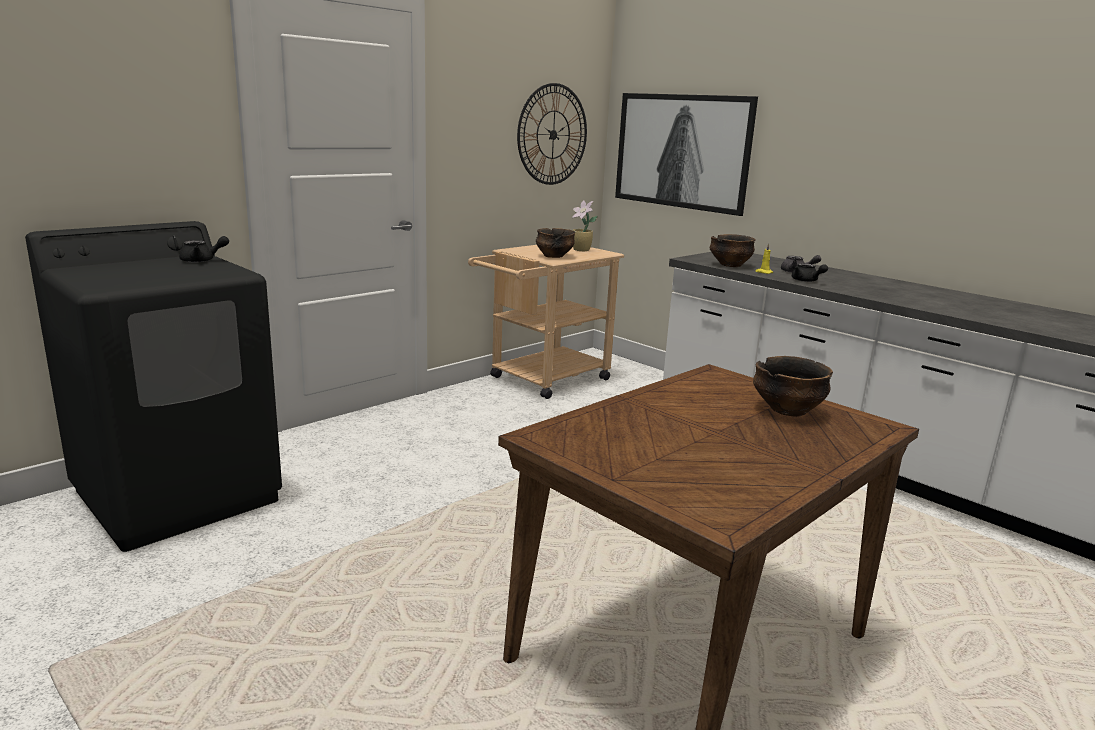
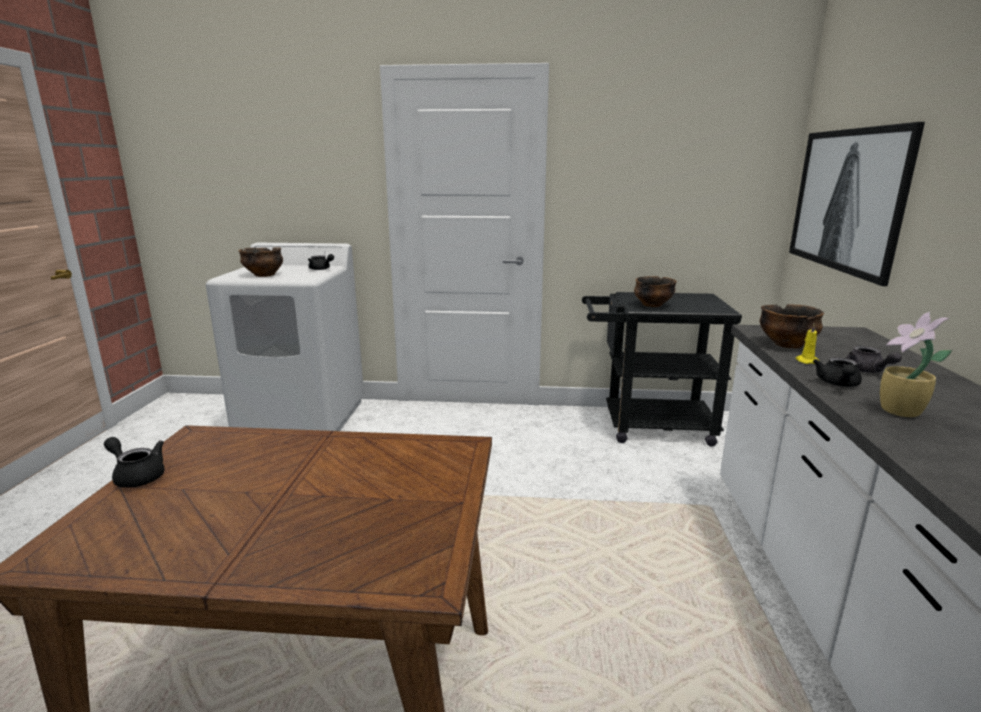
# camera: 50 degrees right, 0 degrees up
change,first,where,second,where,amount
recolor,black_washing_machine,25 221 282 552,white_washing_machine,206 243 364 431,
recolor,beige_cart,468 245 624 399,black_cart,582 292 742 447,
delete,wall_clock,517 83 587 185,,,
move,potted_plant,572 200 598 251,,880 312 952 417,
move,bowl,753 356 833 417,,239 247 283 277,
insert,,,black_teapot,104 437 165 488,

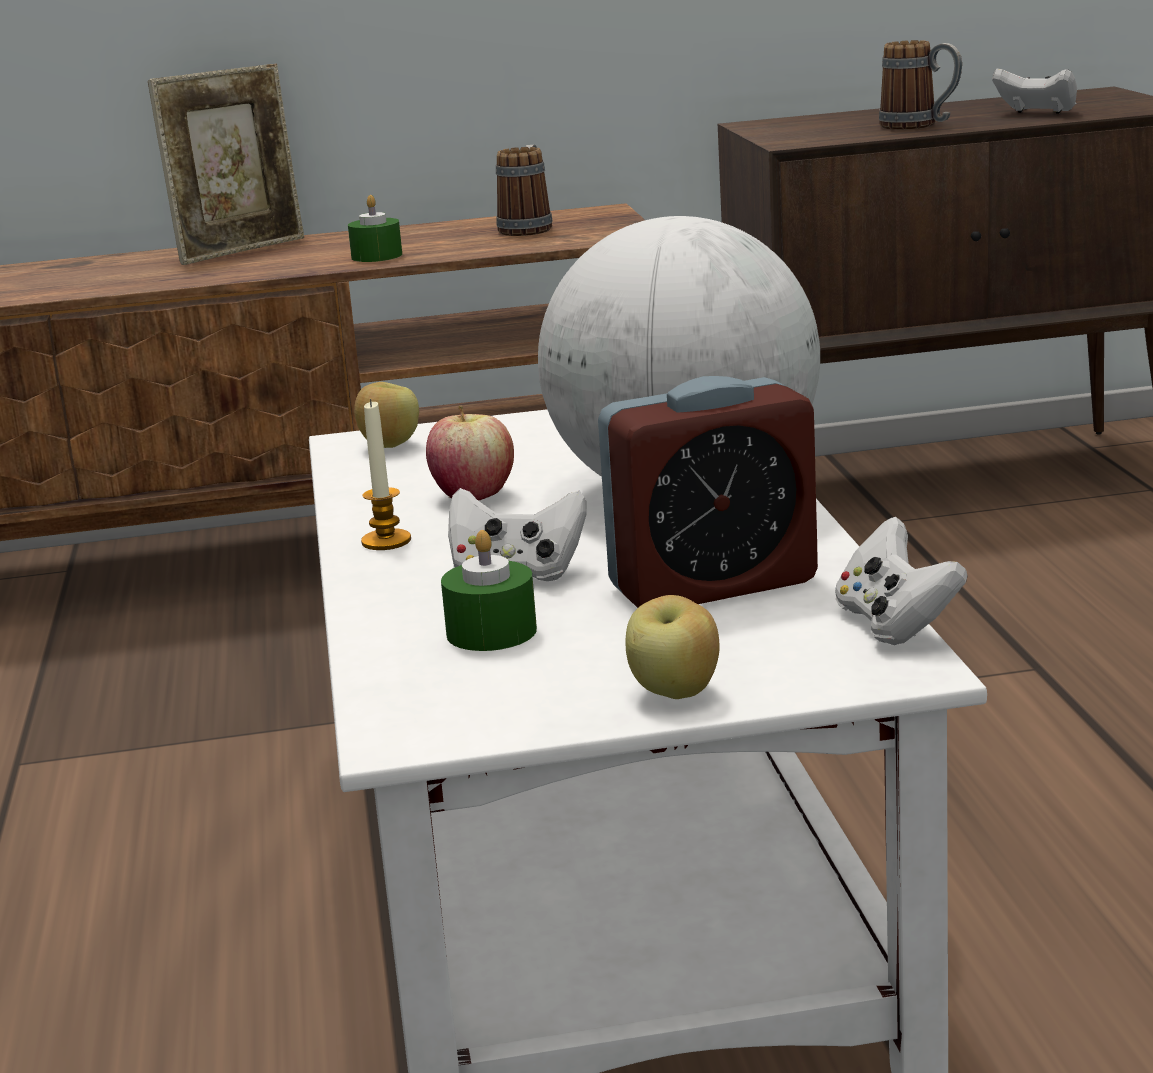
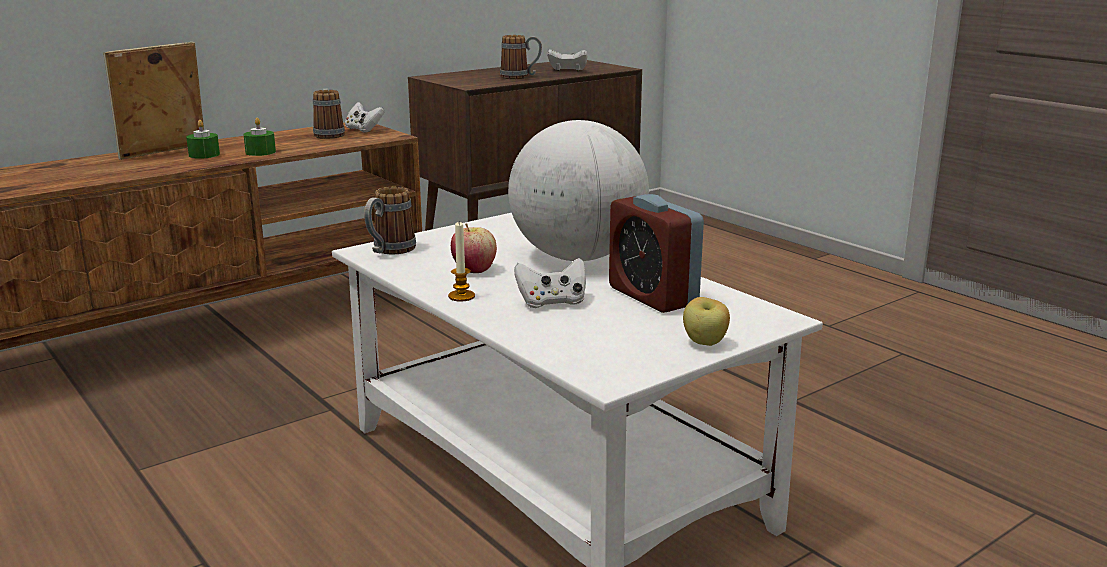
# camera: 30 degrees left, 0 degrees up
change,first,where,second,where,amount
rotate,picture_frame,148 64 304 265,,103 42 204 160,150 degrees counterclockwise
replace,apple,354 382 419 448,mug,364 186 416 254,
move,green_candle,441 530 537 651,,186 120 220 159,
rotate,alarm_clock,598 376 818 608,,609 194 704 313,105 degrees clockwise
move,white_game_controller,835 517 968 645,,345 102 384 133,

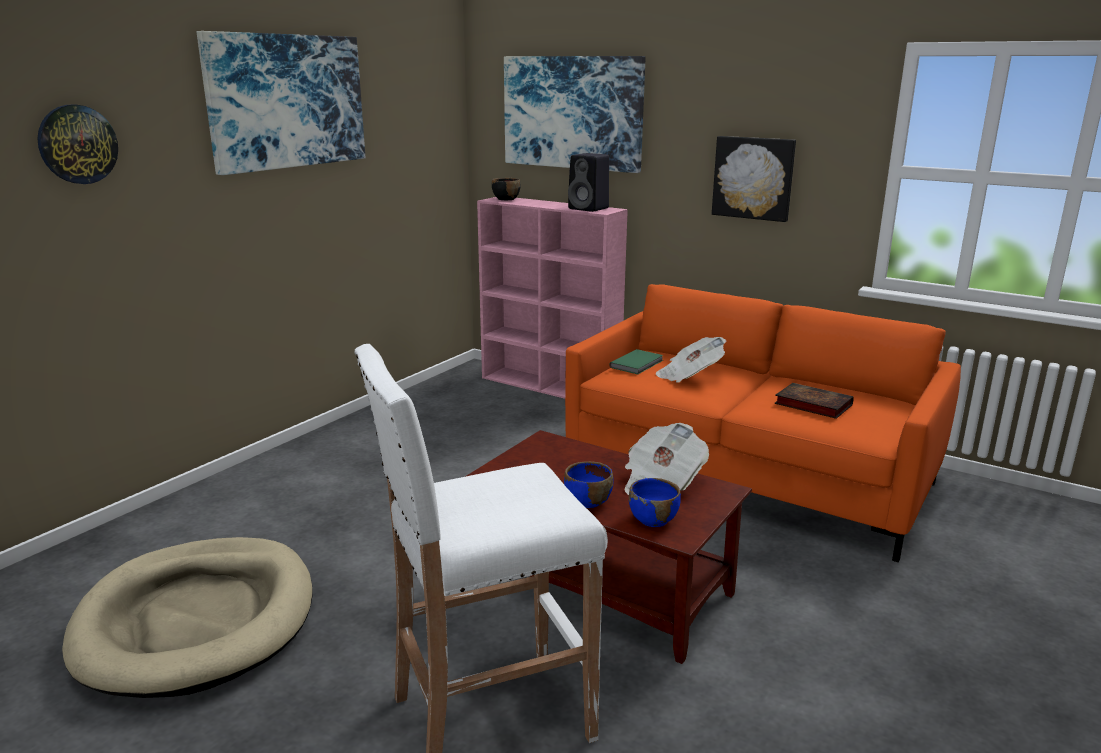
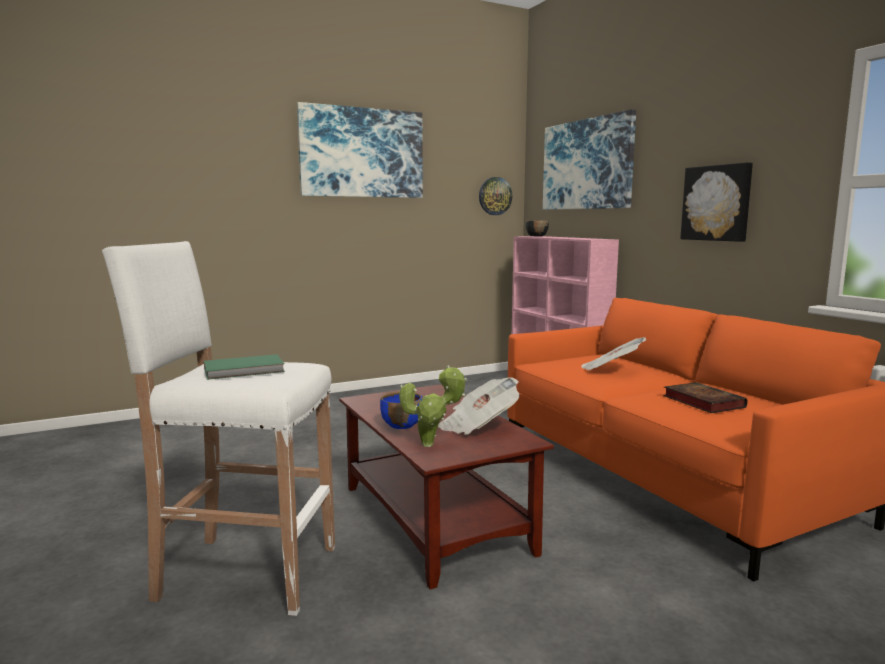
# camera: 30 degrees right, 10 degrees down
change,first,where,second,where,amount
move,wall_clock,38 105 118 184,,479 177 512 215,
delete,beige_dog_bed,62 537 313 698,,,
delete,black_speaker,568 153 609 212,,,
move,green_book,609 349 663 374,,204 354 285 380,
replace,blue_bowl,629 478 681 527,potted_plant,399 365 468 447,

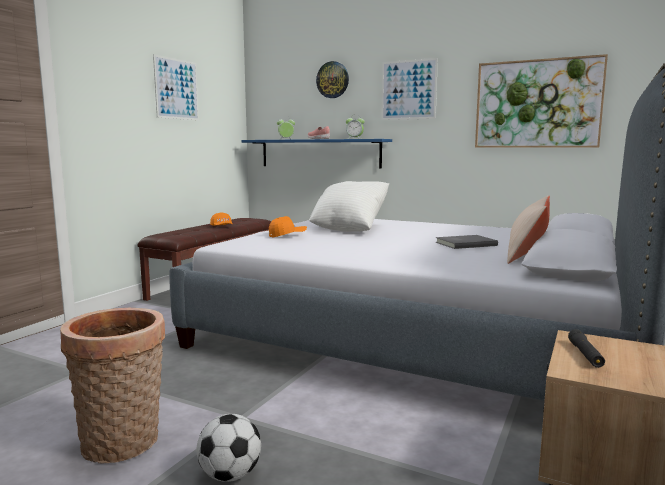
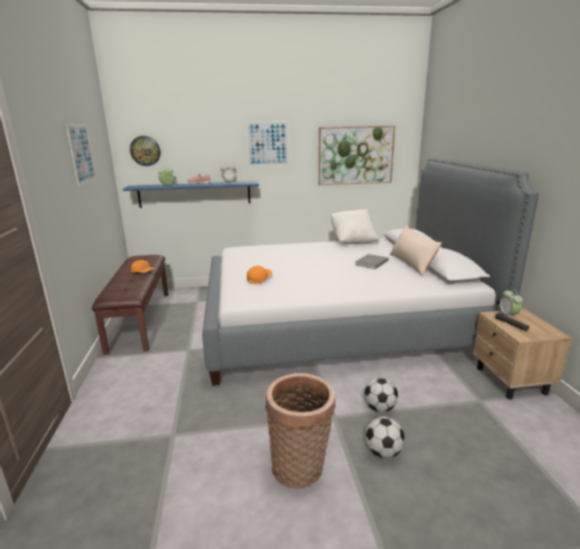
# camera: 35 degrees left, 10 degrees up
change,first,where,second,where,amount
move,white_pillow,309 181 390 232,,331 209 380 244,
move,wall_clock,316 61 349 98,,130 136 161 166,
insert,,,football,364 377 398 412,
insert,,,alarm_clock,500 289 523 317,

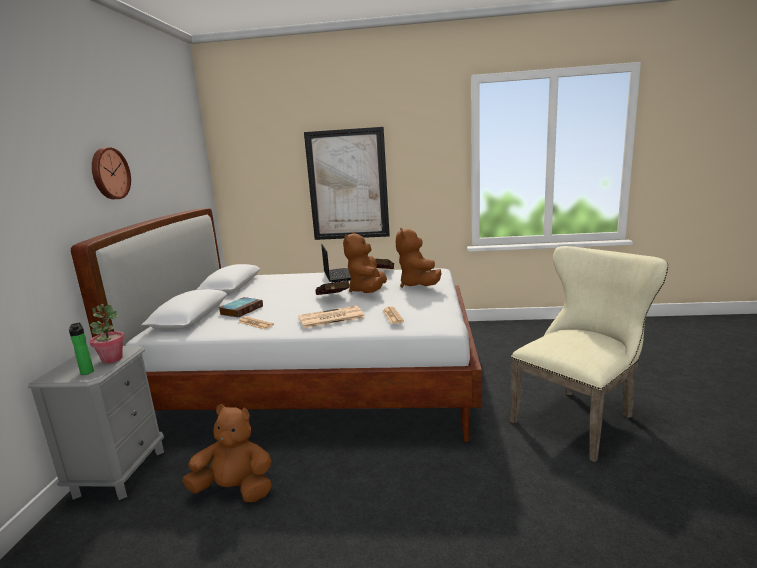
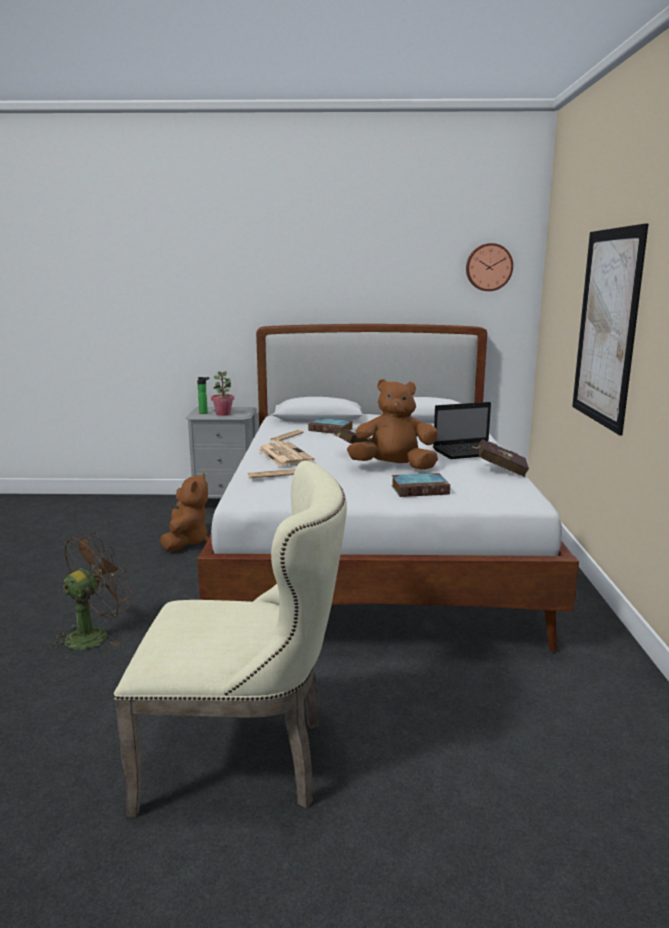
# camera: 85 degrees right, 0 degrees up
change,first,where,second,where,amount
move,wall_clock,92 147 131 199,,466 243 513 291,
replace,brown_plush_toy,396 228 442 288,book,391 473 450 497,
rotate,beige_chair,510 246 668 462,,114 461 347 817,45 degrees counterclockwise
insert,,,brown_fan,50 533 132 650,

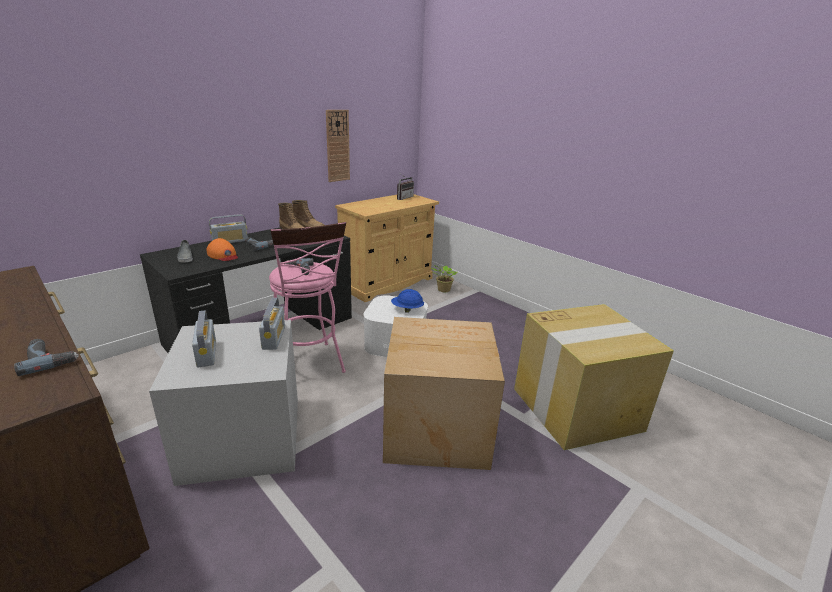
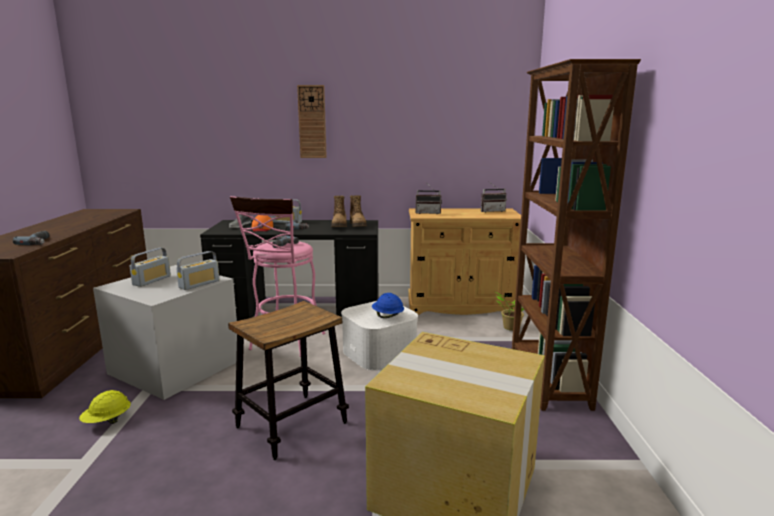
# camera: 45 degrees right, 10 degrees down
change,first,where,second,where,amount
move,wall_clock,326 110 350 182,,297 85 327 158,
replace,cardboard_box,383 317 505 470,stool,228 301 349 460,
insert,,,yellow_hard_hat,79 390 131 424,
insert,,,radio,415 185 442 214,
insert,,,brown_bookcase,512 59 641 411,

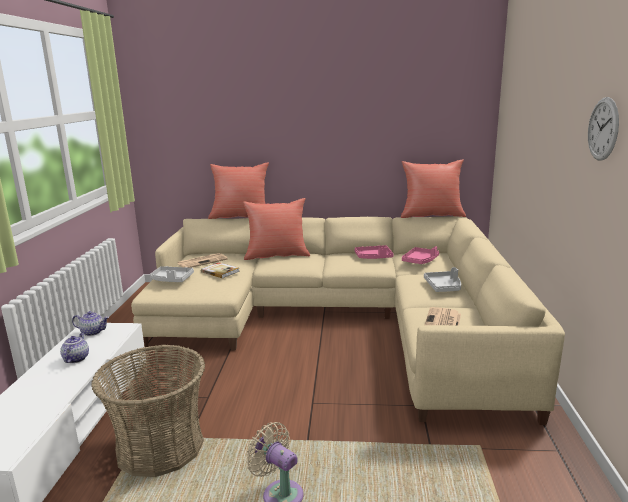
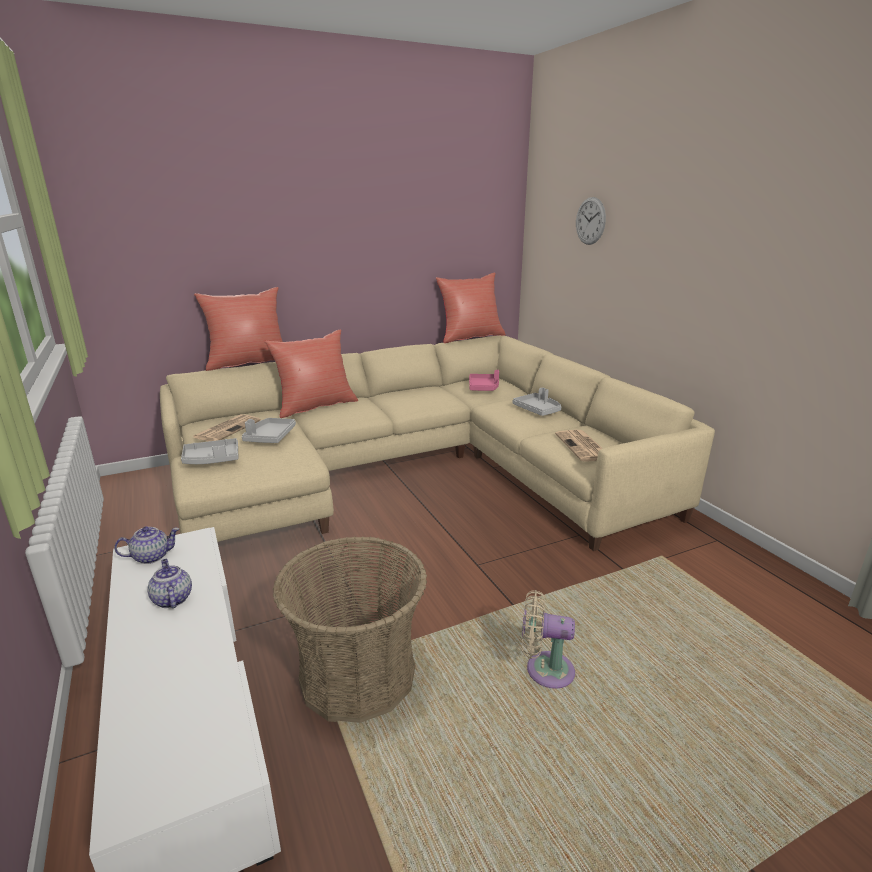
# camera: 30 degrees left, 5 degrees up
change,first,where,second,where,amount
replace,book,201 262 240 279,grey_tray,242 418 296 443,
delete,pink_tray,354 245 393 259,,,
move,wall_clock,588 97 619 161,,576 197 606 245,

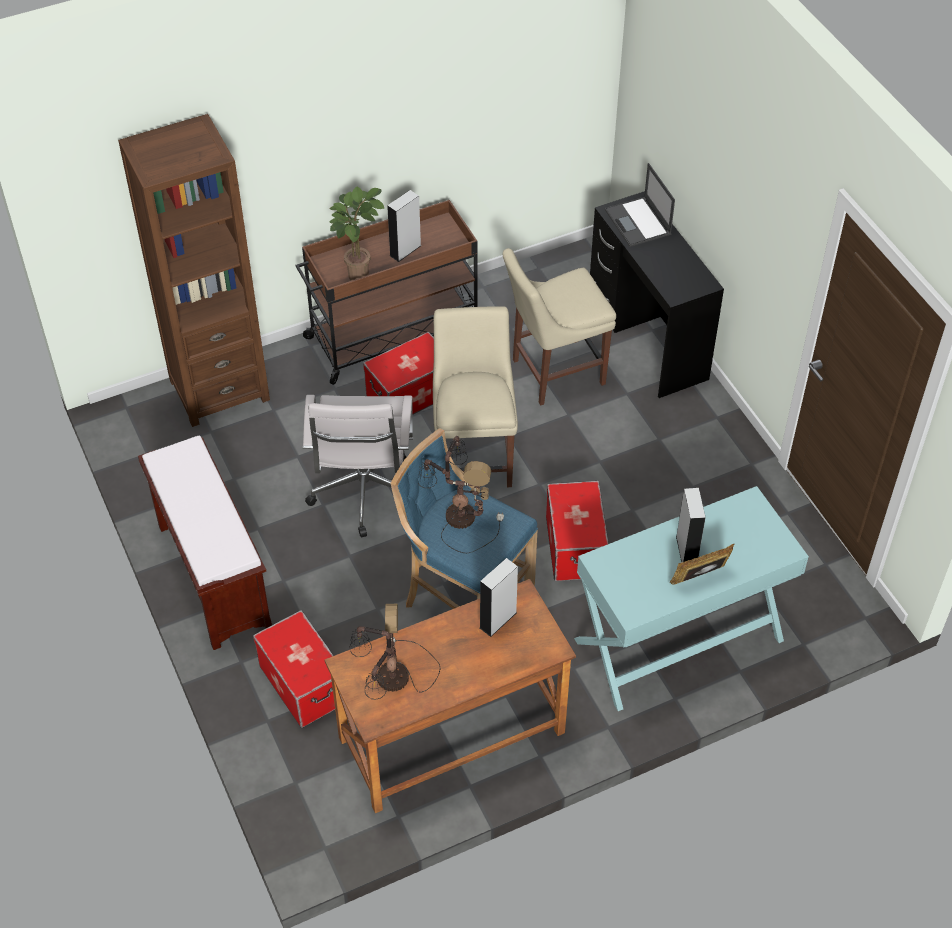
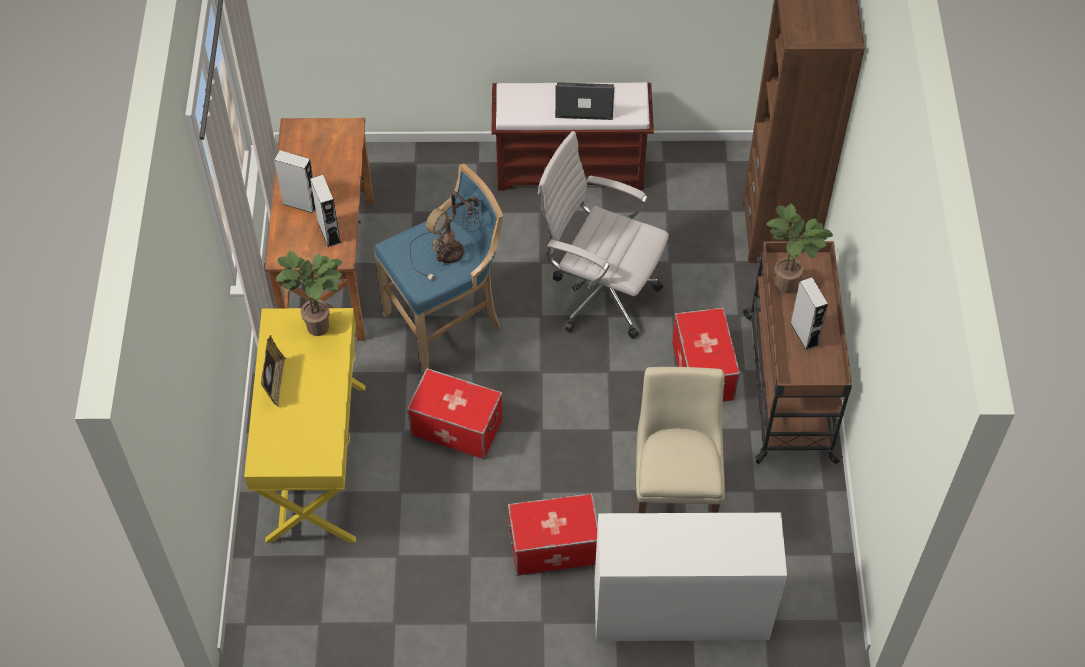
# camera: 115 degrees right, 5 degrees up
change,first,where,second,where,amount
move,storage_box,253 610 335 728,,508 493 598 576,
delete,table_lamp,350 604 440 700,,,
delete,beige_chair,433 306 518 487,,,
recolor,turquoise_console_table,574 486 809 711,yellow_console_table,244 308 365 543,
recolor,black_desk,590 191 724 398,white_desk,594 513 787 641,
move,laptop,605 163 675 247,,555 82 614 120,
move,grey_speaker,676 488 706 563,,274 150 315 213,
insert,,,potted_plant,276 251 343 336,

